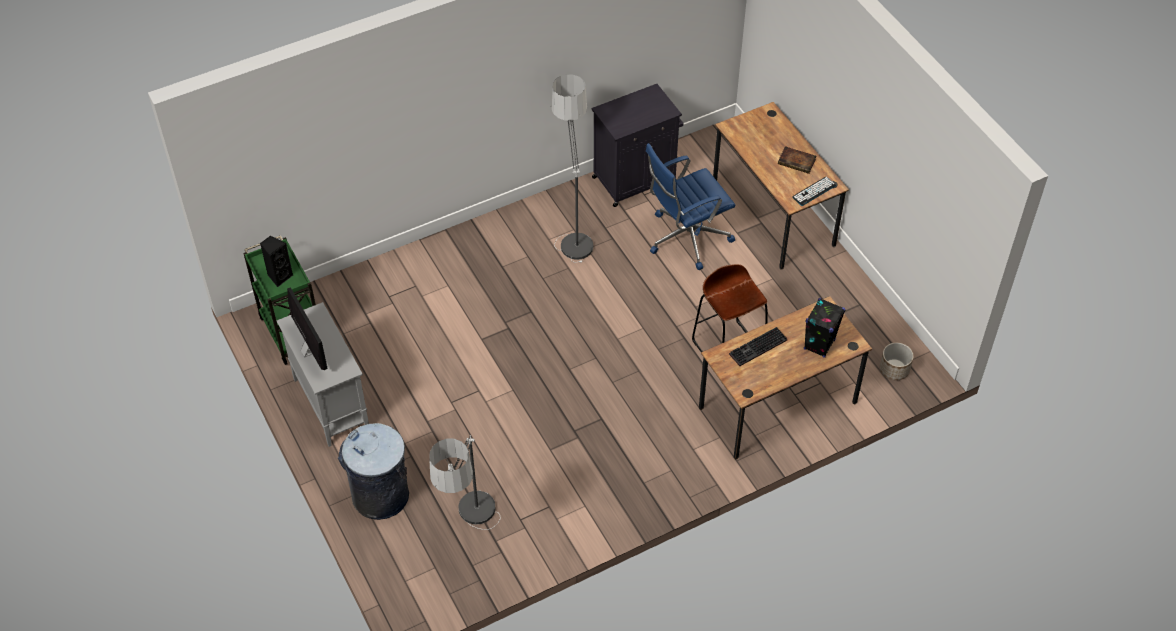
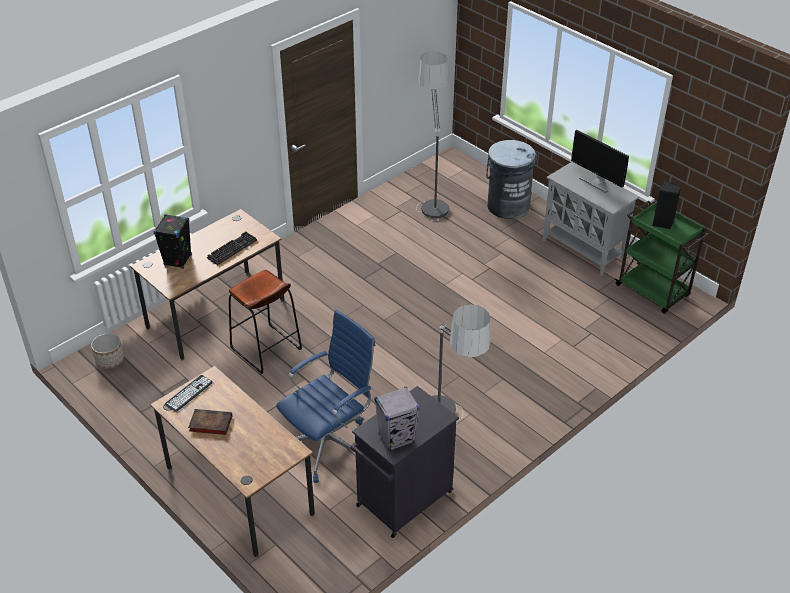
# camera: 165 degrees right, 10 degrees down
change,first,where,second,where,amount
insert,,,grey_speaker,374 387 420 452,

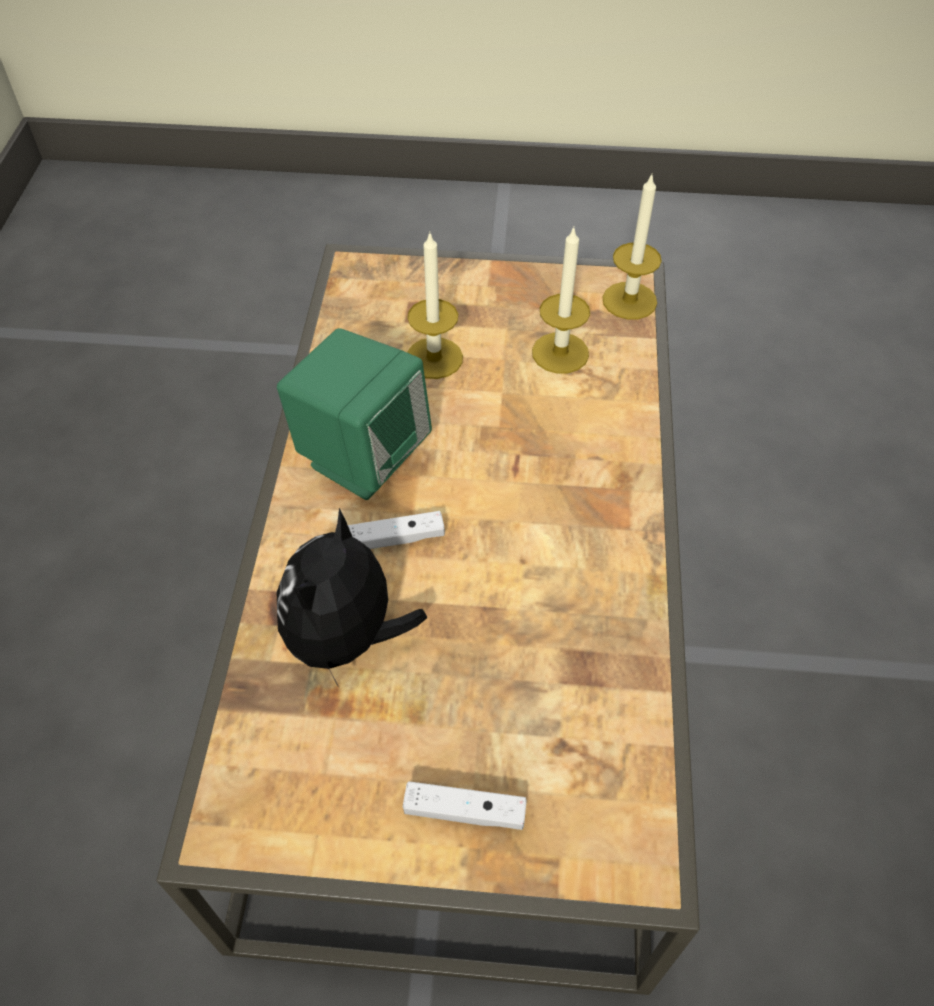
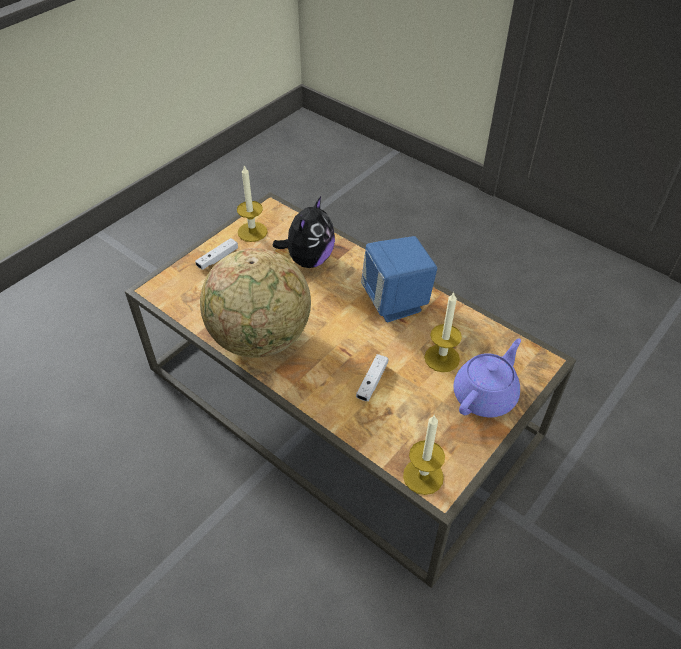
# camera: 125 degrees right, 5 degrees down
change,first,where,second,where,amount
recolor,green_speaker,277 328 432 500,blue_speaker,361 236 437 323,
rotate,plush_toy,277 508 428 687,,272 196 335 268,60 degrees clockwise
move,white_game_controller,348 511 445 549,,356 354 388 401,
move,candle,532 227 590 374,,237 165 267 242,
insert,,,globe,200 248 311 358,
insert,,,purple_teapot,453 338 521 417,

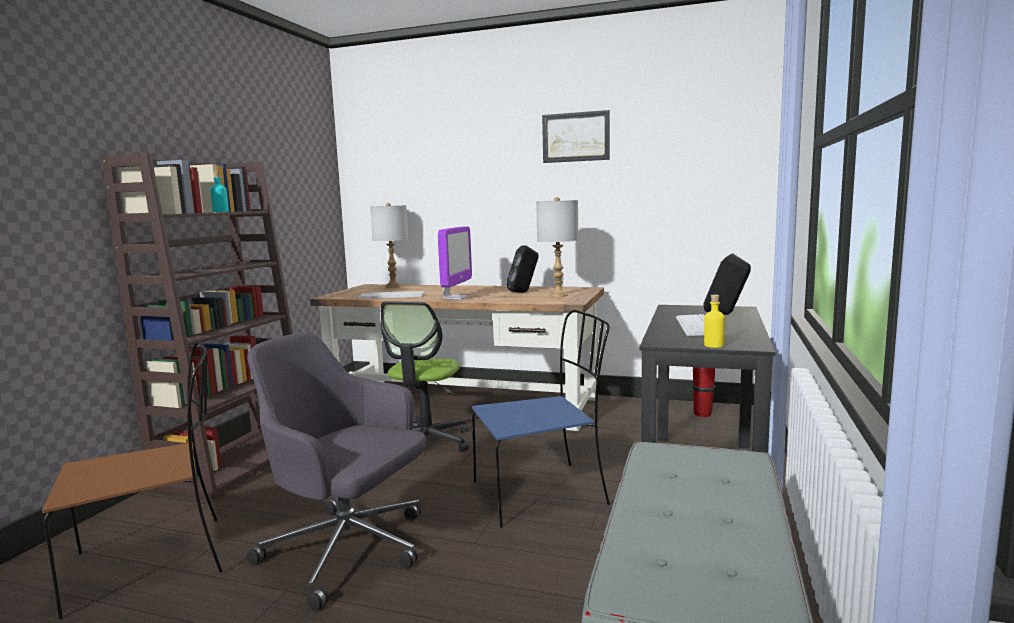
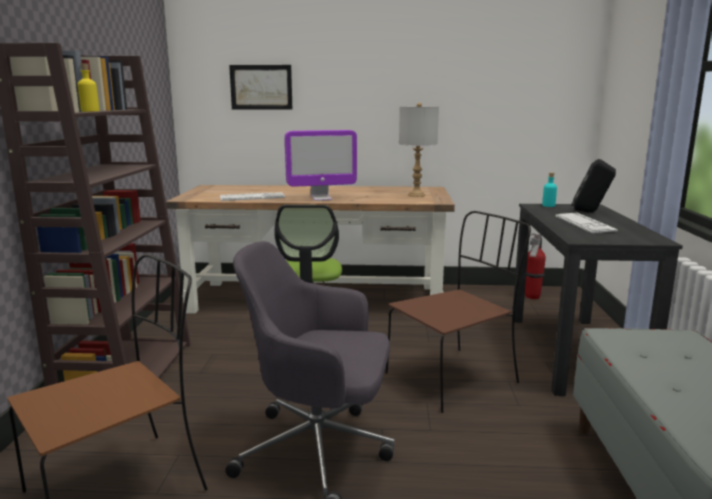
# camera: 15 degrees left, 5 degrees up
change,first,where,second,where,amount
move,turquoise_bottle,210 172 229 212,,542 172 557 207,
delete,grey_table_lamp,370 203 408 288,,,
rotate,monitor,438 226 472 299,,285 130 357 201,75 degrees clockwise
recolor,blue_chair,472 310 610 528,brown_chair,386 211 531 413,
delete,black_speaker,506 245 538 293,,,
move,picture,542 110 610 163,,229 65 292 110,
move,yellow_bottle,704 295 725 348,,77 64 99 112,

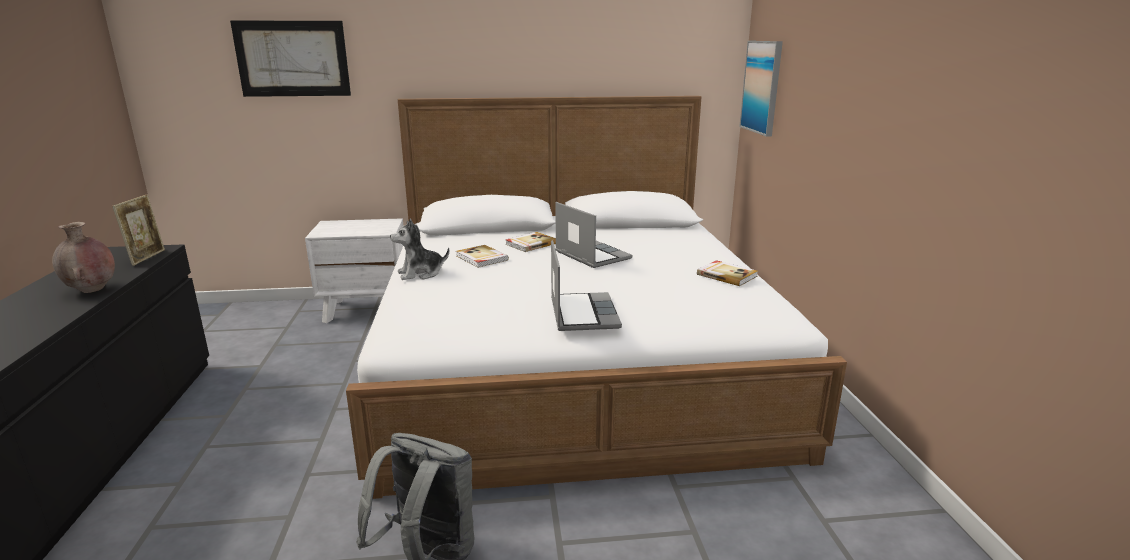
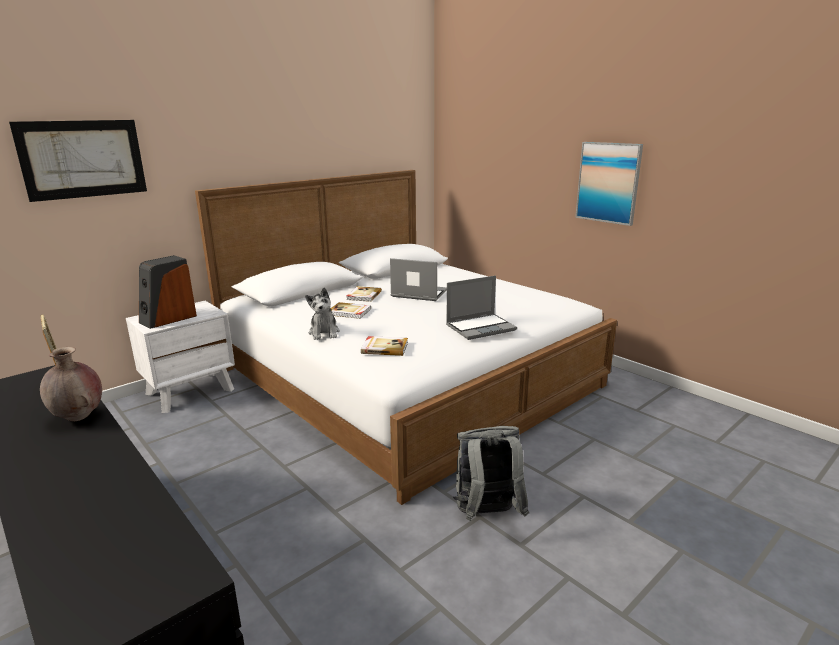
# camera: 35 degrees left, 0 degrees up
change,first,where,second,where,amount
rotate,plush_toy,390 219 449 280,,305 288 340 340,45 degrees counterclockwise
rotate,laptop,551 240 622 331,,446 276 517 340,105 degrees clockwise
move,book,697 260 758 286,,361 336 408 356,
move,picture,739 41 783 137,,575 142 643 226,
insert,,,speaker,139 255 197 329,

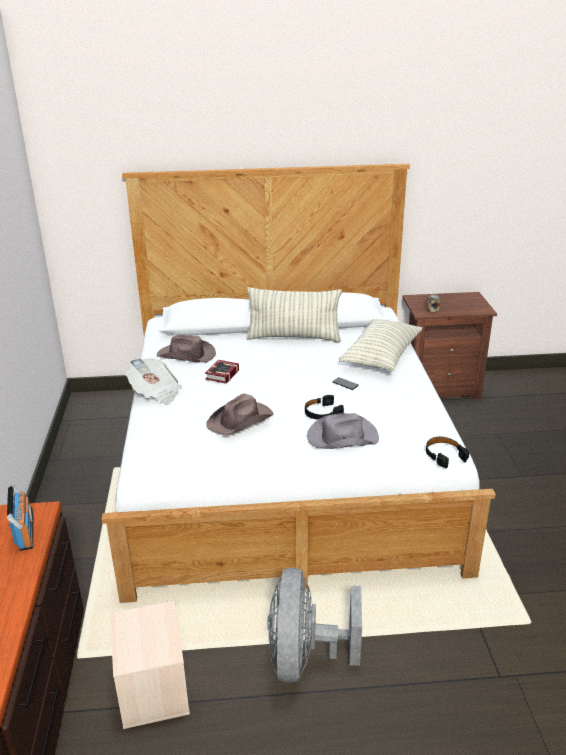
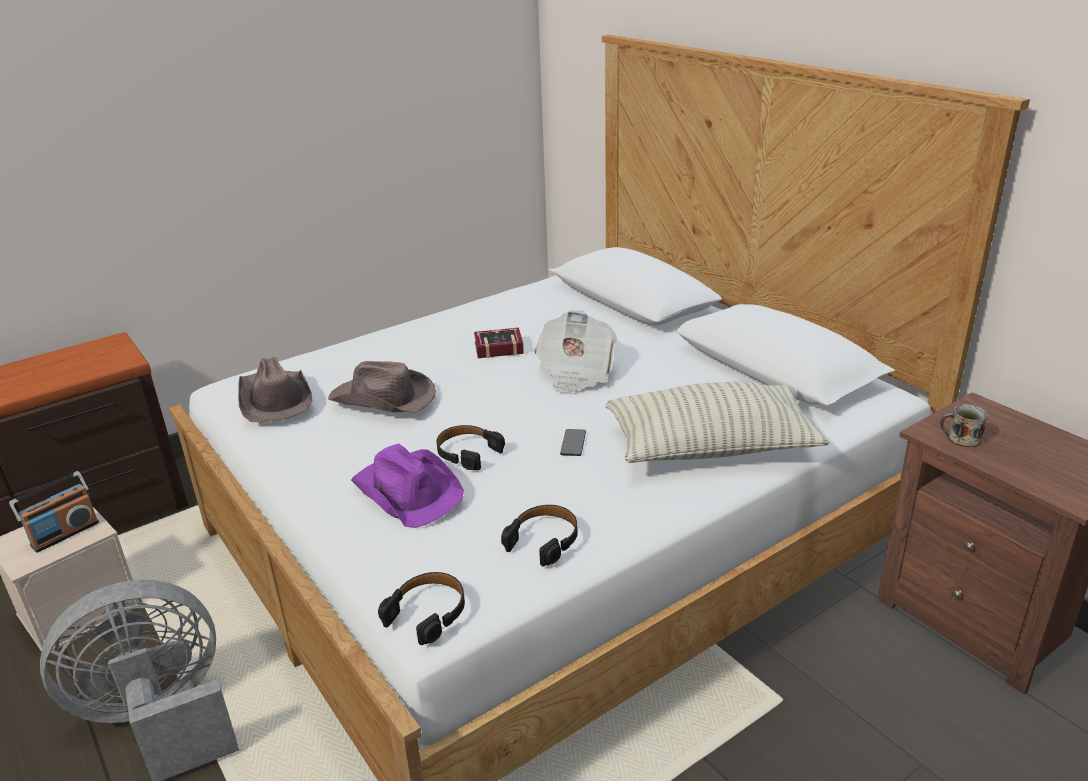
# camera: 60 degrees right, 0 degrees up
change,first,where,second,where,amount
move,radio,7 484 34 551,,9 471 99 553,
move,newspaper,125 358 182 404,,534 310 617 393,
move,brown_hat,157 335 216 363,,238 357 312 422,
delete,pillow,246 287 342 342,,,
recolor,grey_hat,307 413 379 449,purple_hat,351 444 464 528,
insert,,,black_headphones,501 505 578 566,

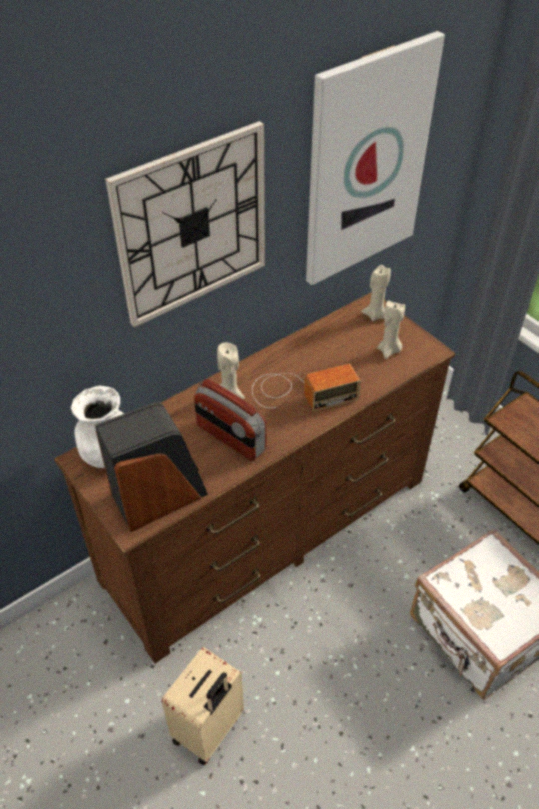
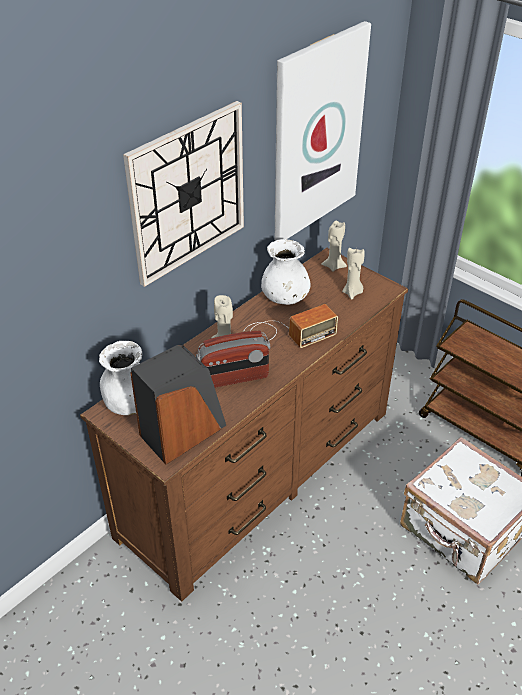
# camera: 10 degrees left, 5 degrees down
change,first,where,second,where,amount
delete,beige_suitcase,161 647 244 765,,,
rotate,radio,194 379 267 461,,196 330 270 388,45 degrees counterclockwise
insert,,,white_vase,261 239 311 305,

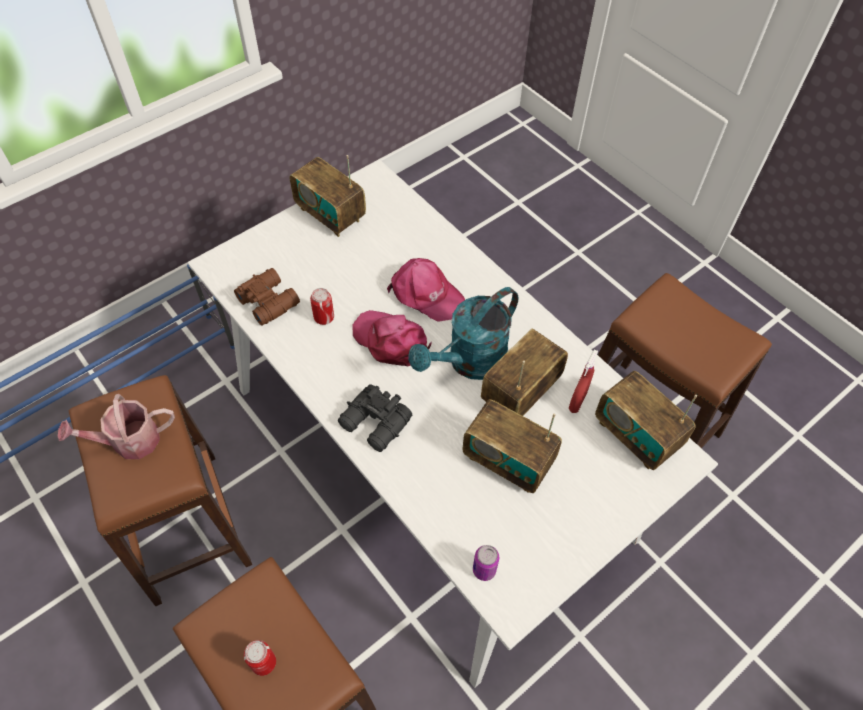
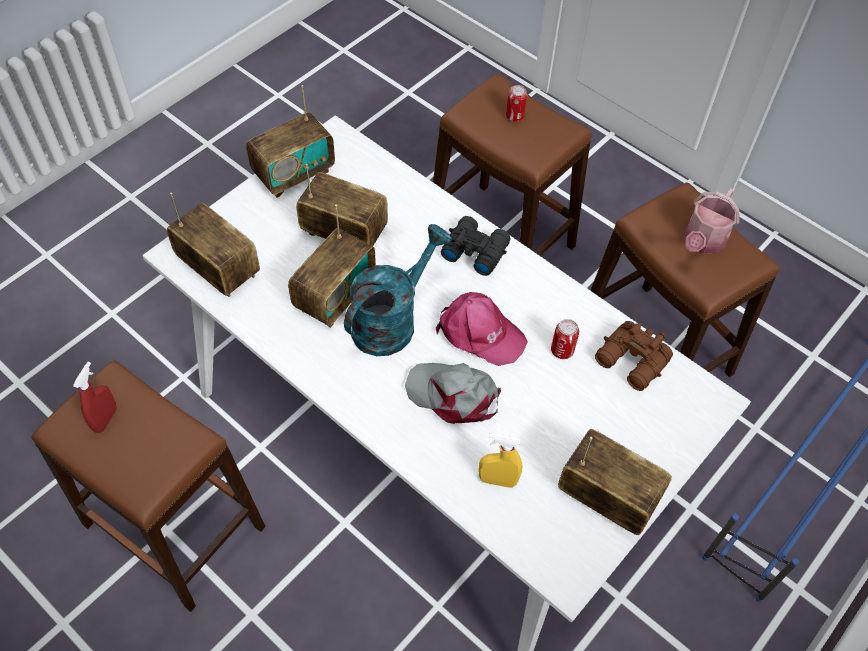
# camera: 170 degrees right, 0 degrees up
change,first,where,second,where,amount
rotate,watering_can,58 394 175 459,,685 188 740 253,150 degrees clockwise
recolor,pink_cap,387 258 465 322,grey_cap,405 363 501 424,
delete,can,473 545 499 581,,,
move,red_spray_bottle,569 349 598 413,,73 362 117 433,
insert,,,radio,246 85 335 198,
insert,,,yellow_spray_bottle,478 433 523 488,

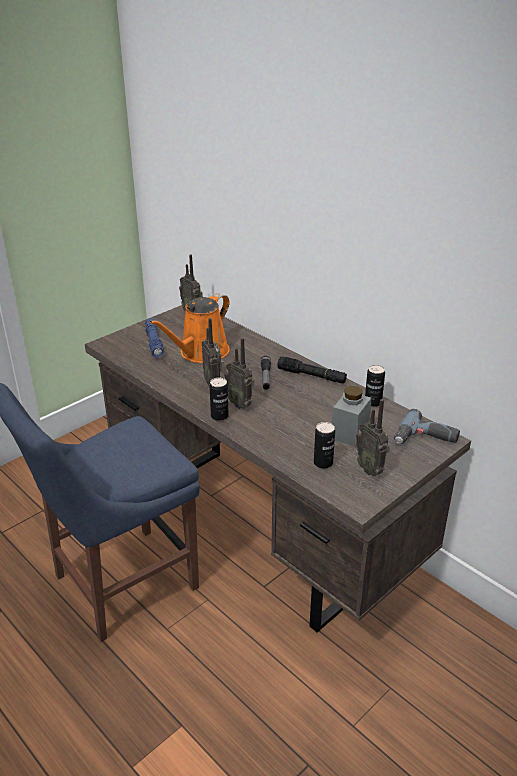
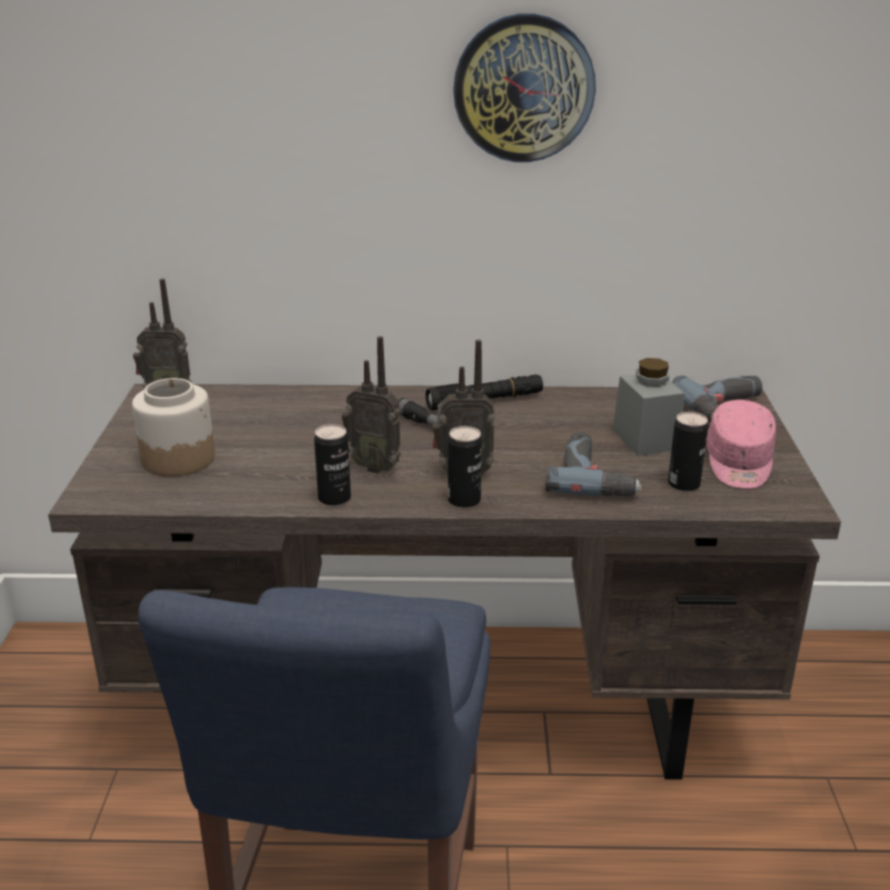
# camera: 45 degrees left, 5 degrees down
change,first,where,second,where,amount
replace,blue_flashlight,145 318 164 358,jar,132 378 215 477,
delete,orange_watering_can,150 294 230 363,,,
replace,radio,356 399 390 476,pink_cap,707 400 776 489,
move,can,365 365 385 407,,314 424 351 506,
insert,,,wall_clock,453 13 596 162,
insert,,,power_drill,545 432 641 496,

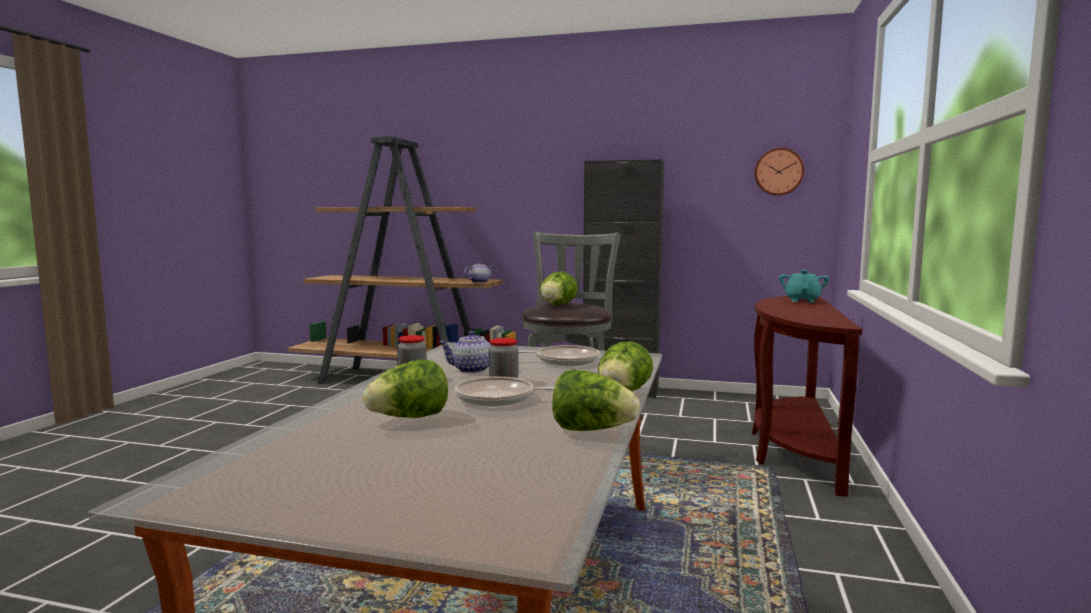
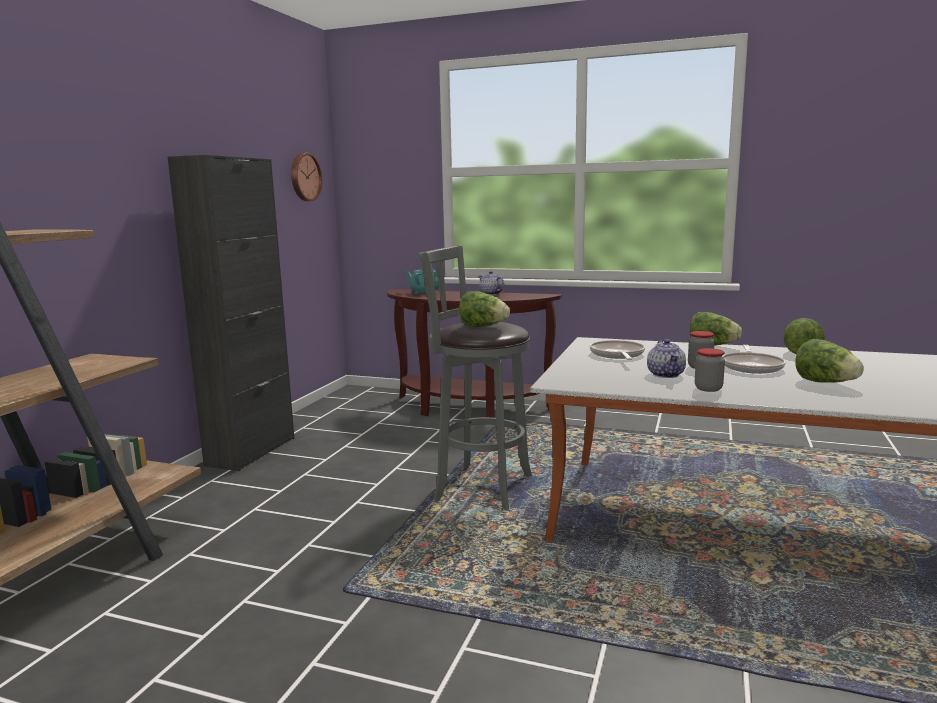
# camera: 85 degrees left, 5 degrees up
change,first,where,second,where,amount
move,teapot,464 261 494 283,,479 271 504 295,

